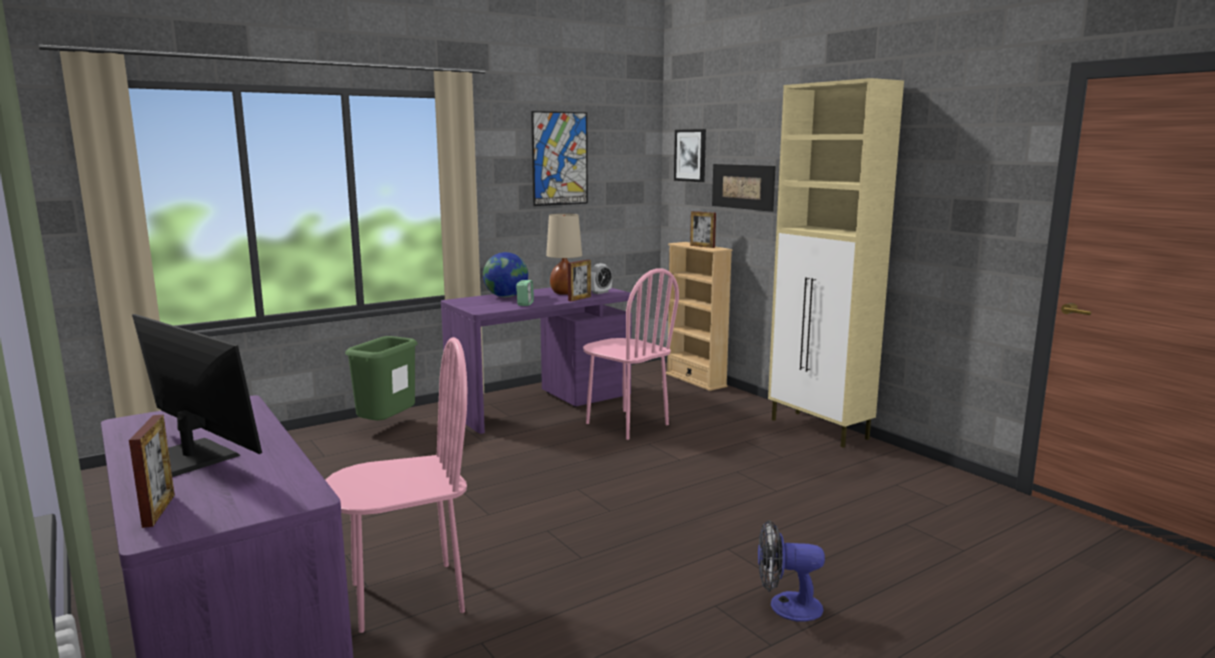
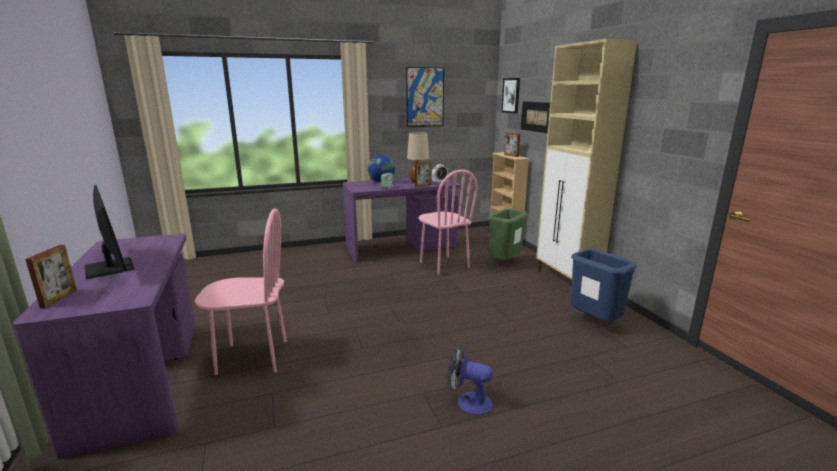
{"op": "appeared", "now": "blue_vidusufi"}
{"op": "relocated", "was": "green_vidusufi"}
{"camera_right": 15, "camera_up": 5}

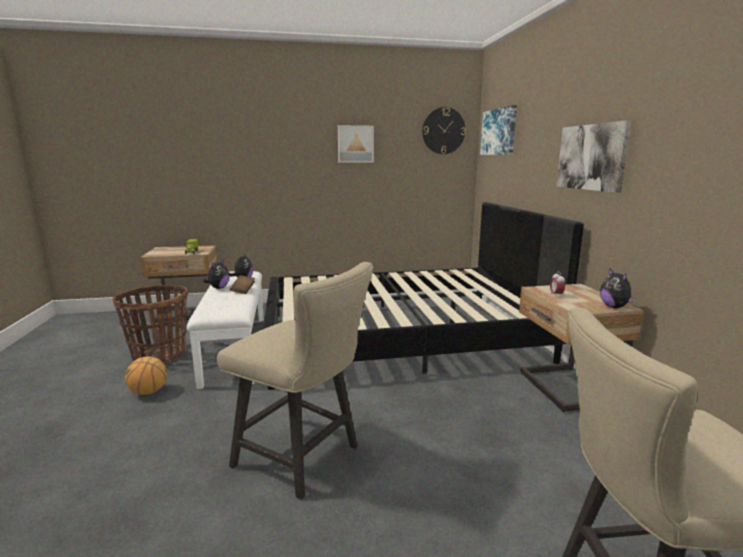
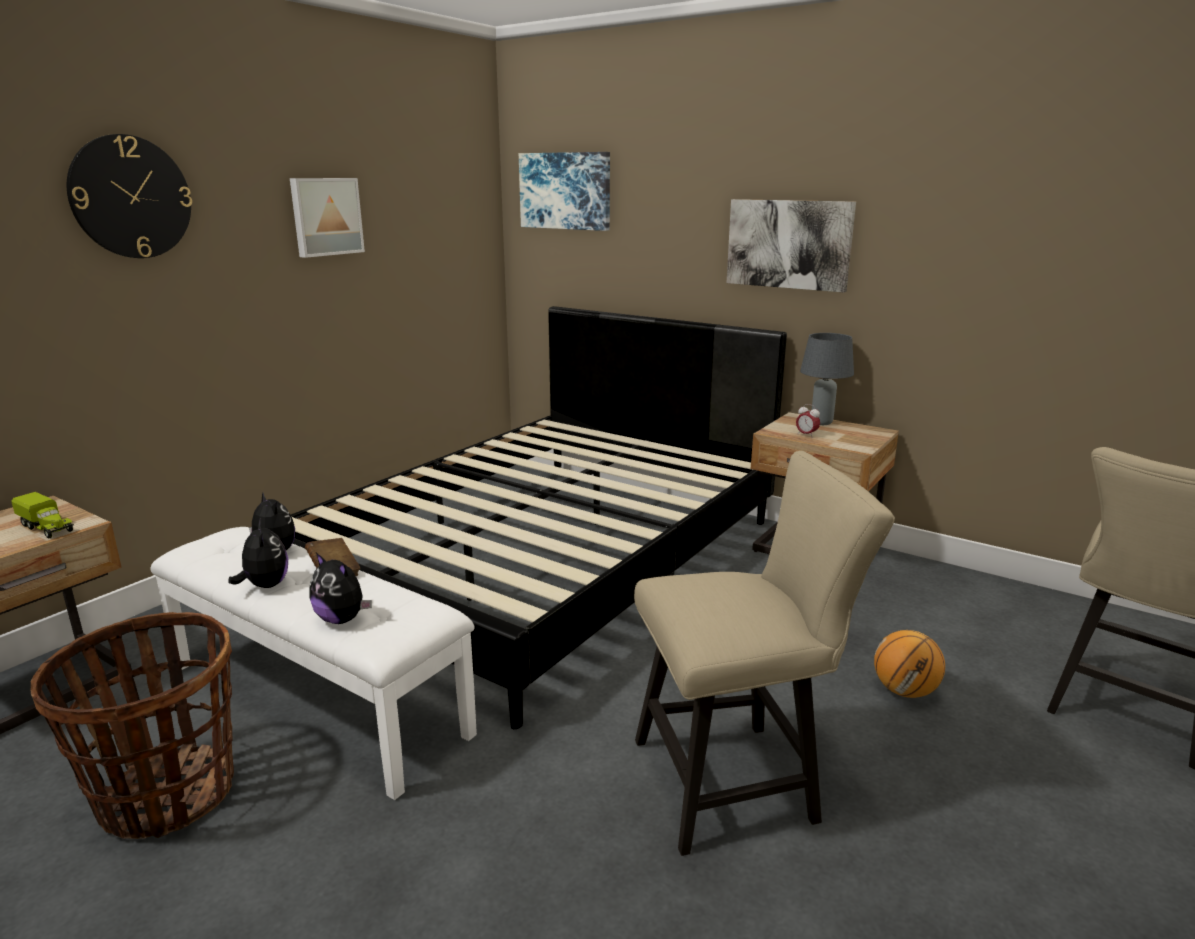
{"op": "appeared", "now": "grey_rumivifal"}
{"op": "relocated", "was": "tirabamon"}
{"op": "relocated", "was": "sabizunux"}
{"op": "relocated", "was": "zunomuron (no. 3 from left)"}
{"camera_right": -45, "camera_up": 5}

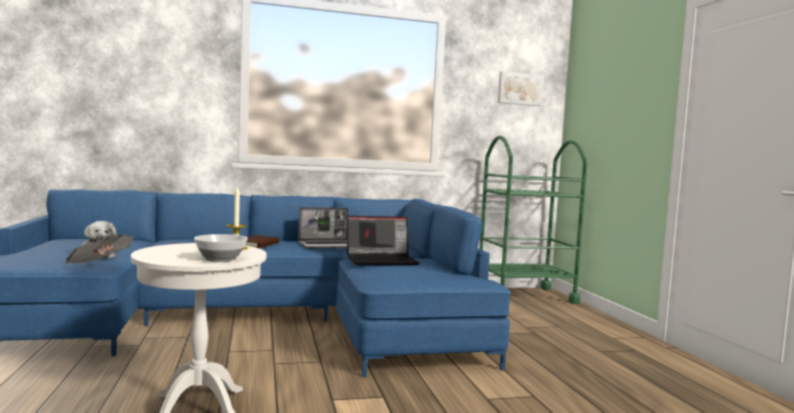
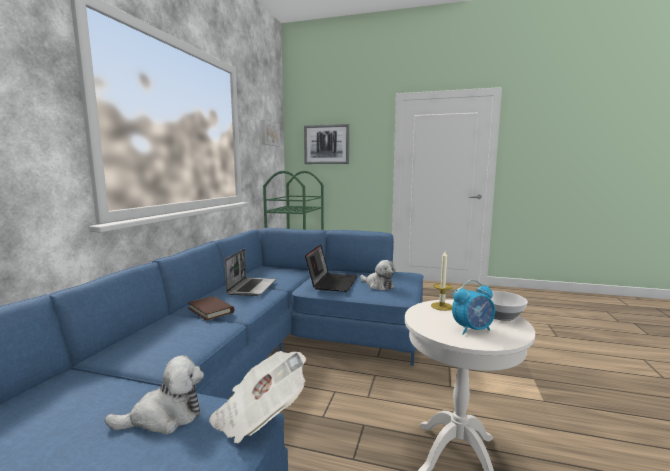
{"op": "appeared", "now": "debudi (no. 2 from left)"}
{"op": "appeared", "now": "zunomuron (no. 2 from left)"}
{"op": "appeared", "now": "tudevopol"}
{"camera_right": -60, "camera_up": 5}

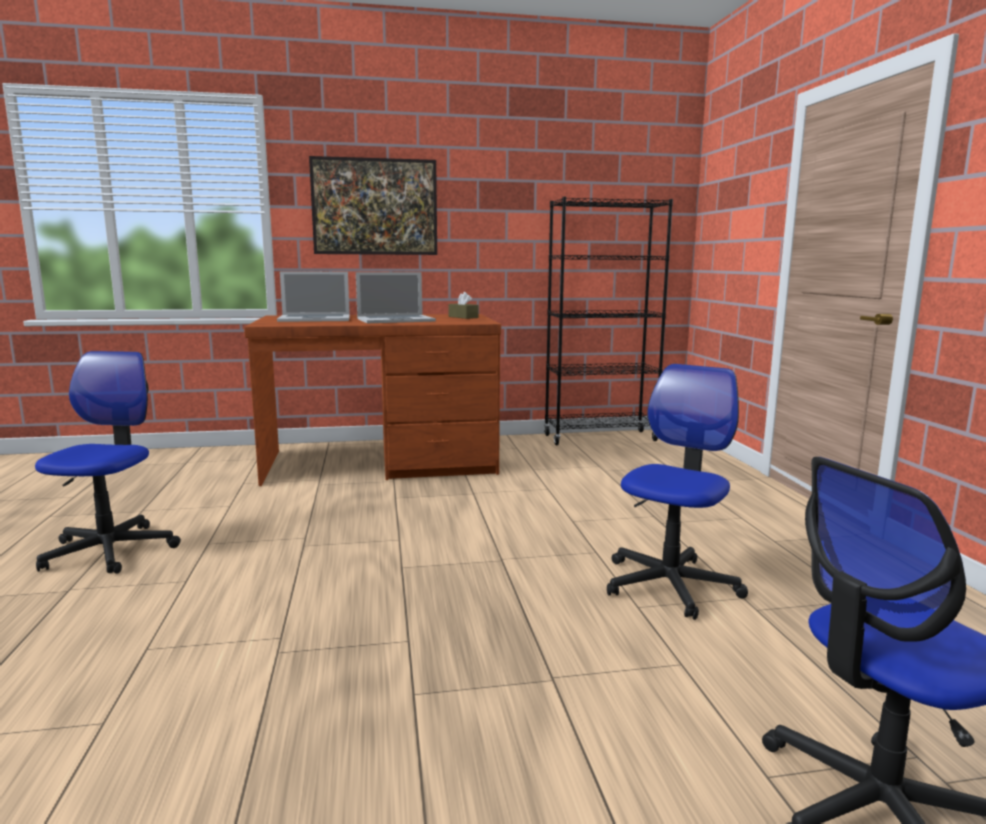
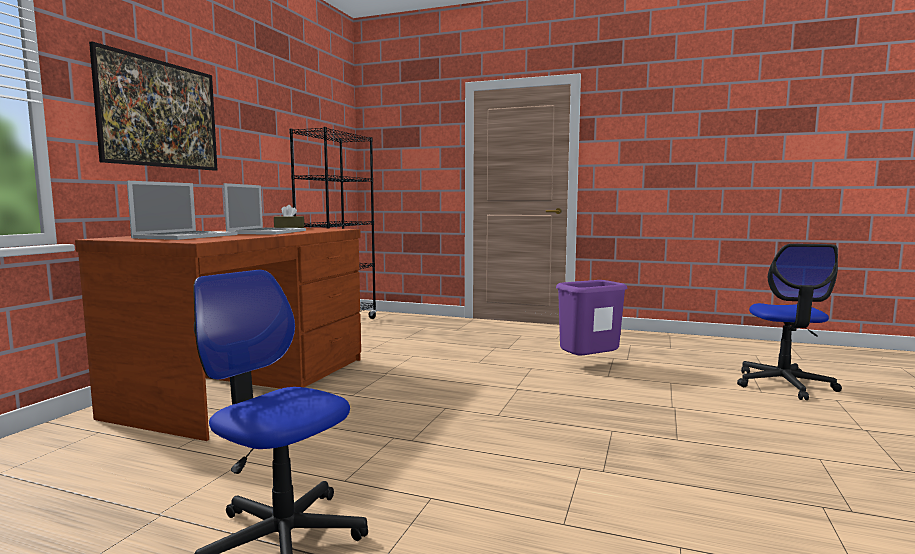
{"op": "exchanged", "was": "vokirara (no. 2 from left)", "now": "purple_vidusufi"}
{"camera_right": -60, "camera_up": -5}

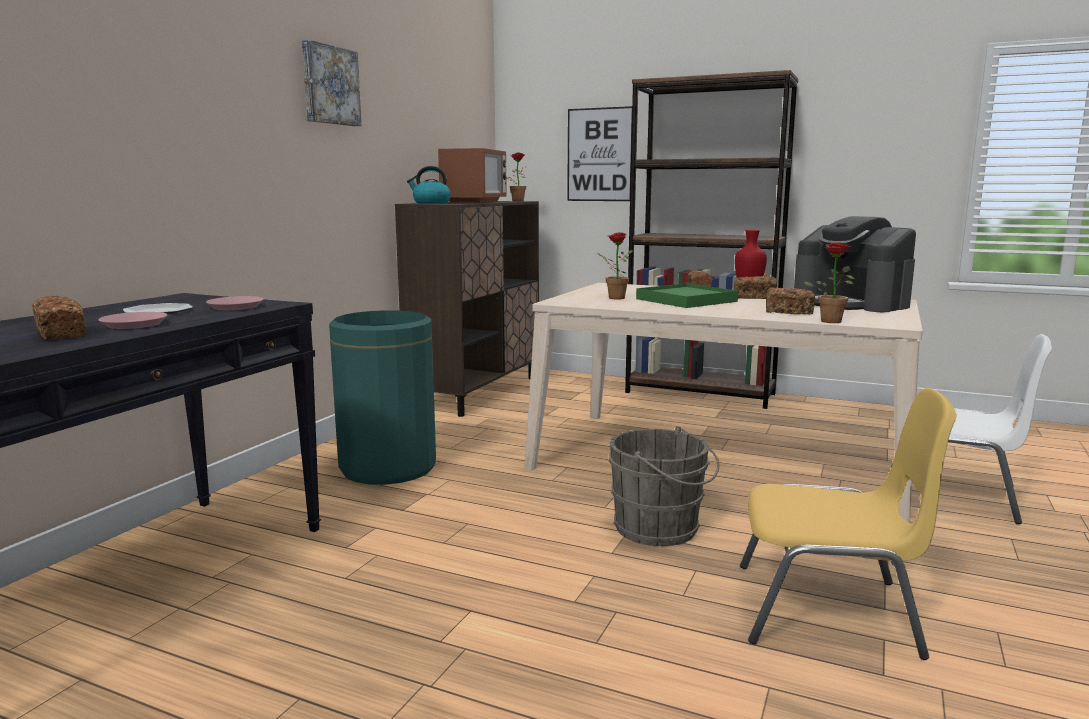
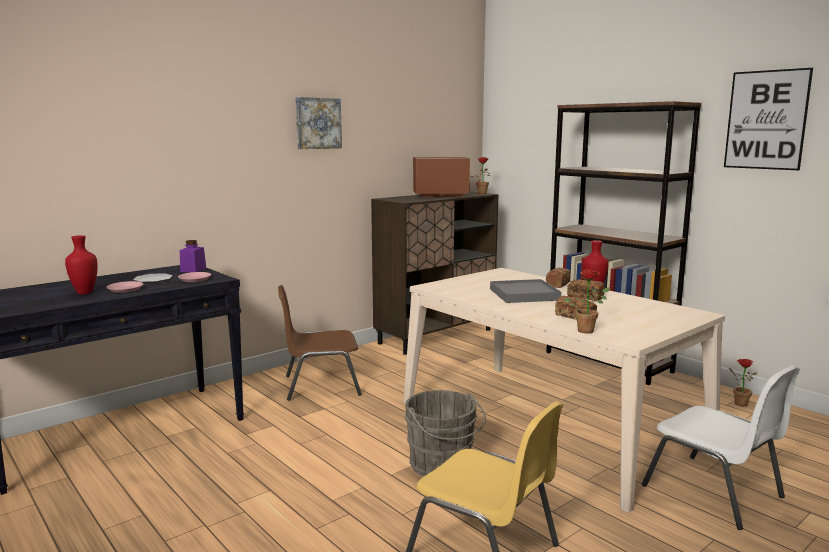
{"op": "missing", "was": "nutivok"}
{"op": "missing", "was": "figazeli"}
{"op": "appeared", "now": "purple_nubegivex"}
{"op": "relocated", "was": "debudi (no. 2 from left)"}
{"op": "relocated", "was": "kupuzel (no. 2 from left in the first image)", "now": "kupuzel (no. 3 from left)"}
{"op": "exchanged", "was": "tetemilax (no. 1 from left)", "now": "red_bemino (no. 1 from left)"}
{"op": "exchanged", "was": "green_vidusufi", "now": "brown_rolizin"}
{"op": "colour", "was": "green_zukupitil", "now": "grey_zukupitil"}
{"op": "spun", "was": "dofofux", "clockwise": -135}
{"camera_right": 25, "camera_up": 0}

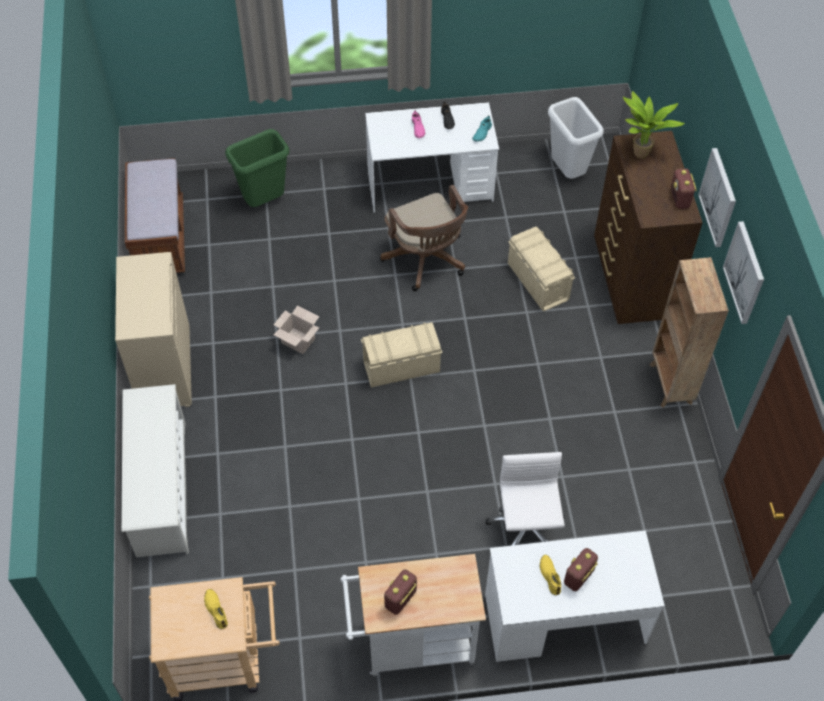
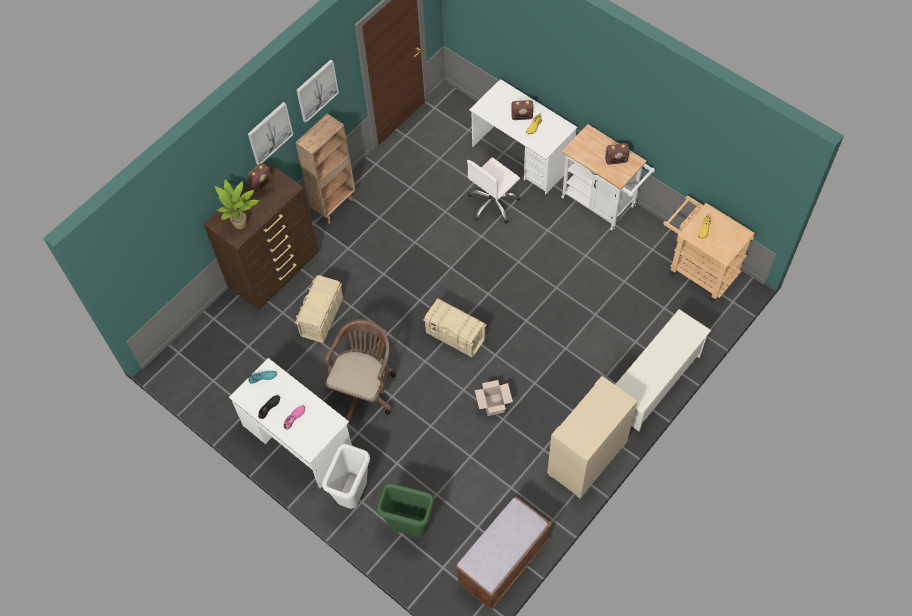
{"op": "relocated", "was": "white_vidusufi"}
{"camera_right": -130, "camera_up": 5}

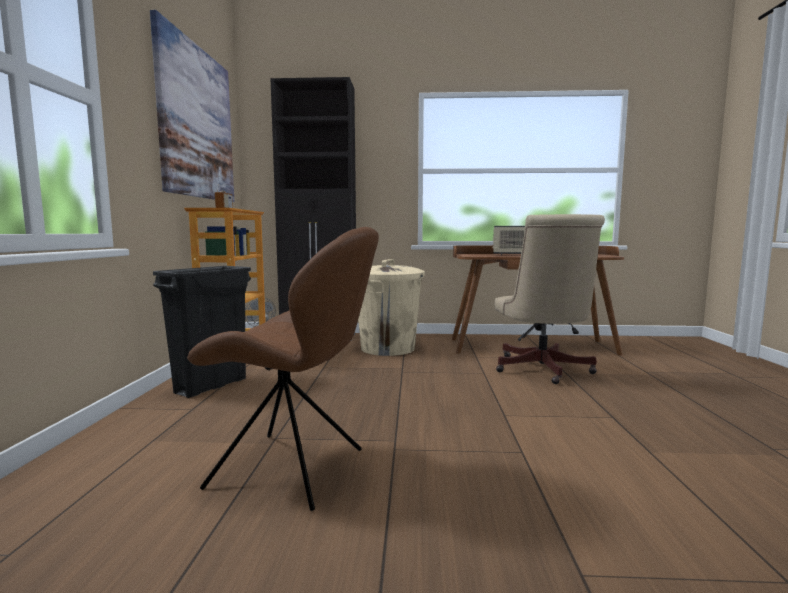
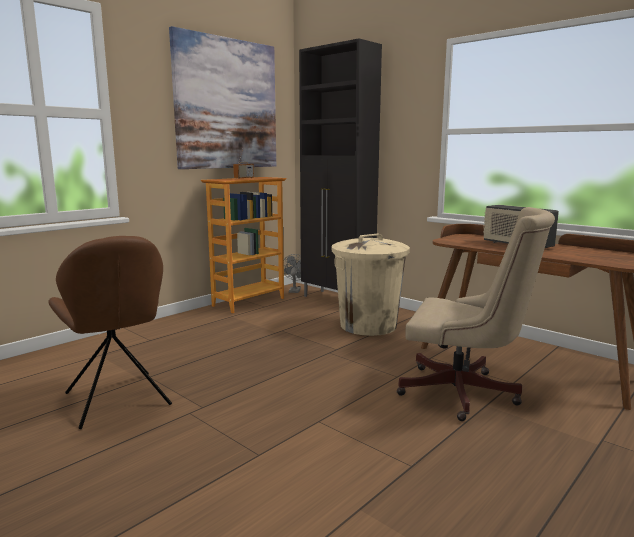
{"op": "missing", "was": "black_vidusufi"}
{"op": "spun", "was": "beige_vokirara", "clockwise": -105}
{"camera_right": 40, "camera_up": 5}

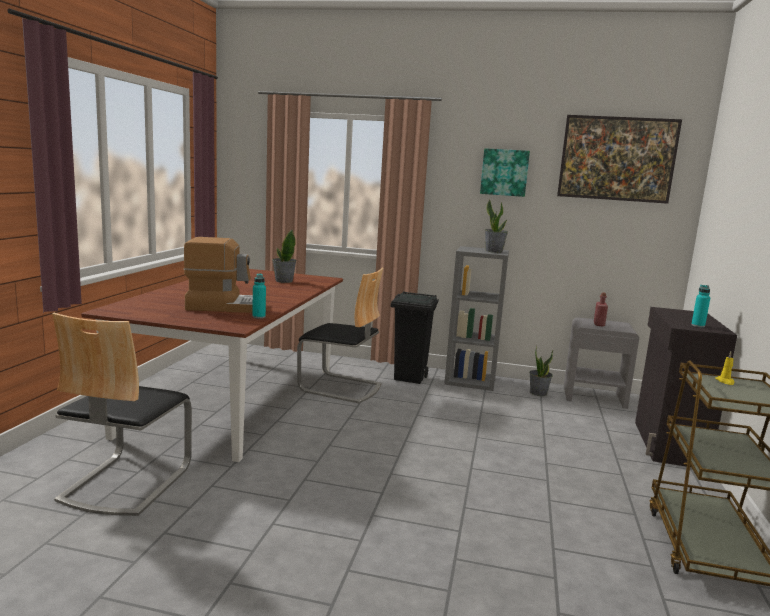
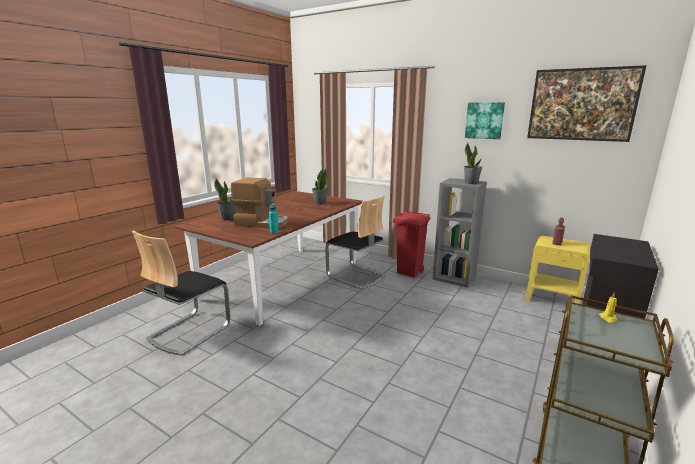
{"op": "missing", "was": "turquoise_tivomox (no. 2 from left)"}
{"op": "relocated", "was": "kupuzel (no. 3 from left in the first image)", "now": "kupuzel (no. 1 from left)"}
{"op": "colour", "was": "black_vidusufi", "now": "red_vidusufi"}
{"op": "colour", "was": "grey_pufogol", "now": "yellow_pufogol"}
{"camera_right": 20, "camera_up": 5}

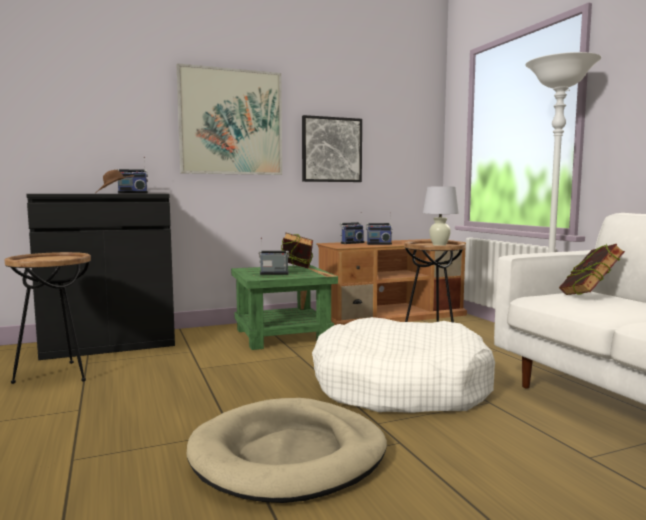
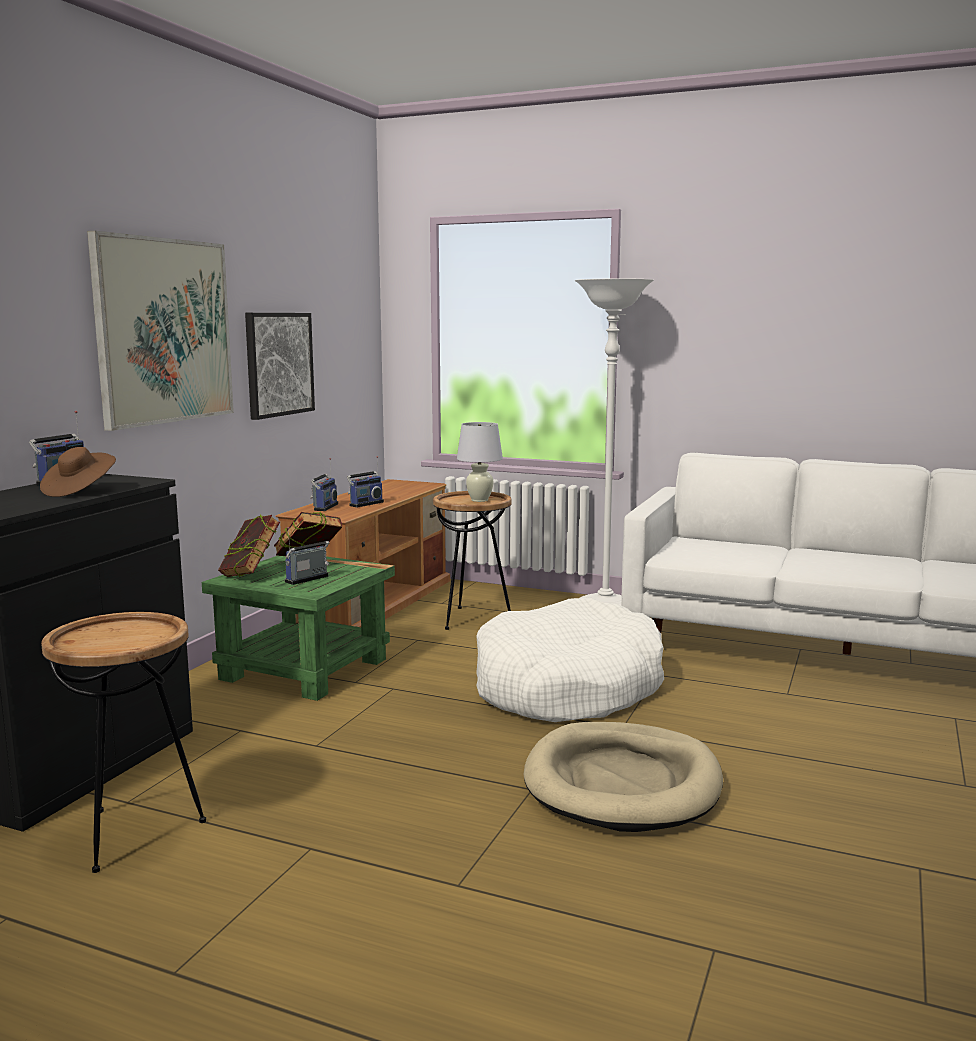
{"op": "relocated", "was": "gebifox (no. 2 from left in the first image)", "now": "gebifox (no. 1 from left)"}
{"camera_right": -45, "camera_up": 5}

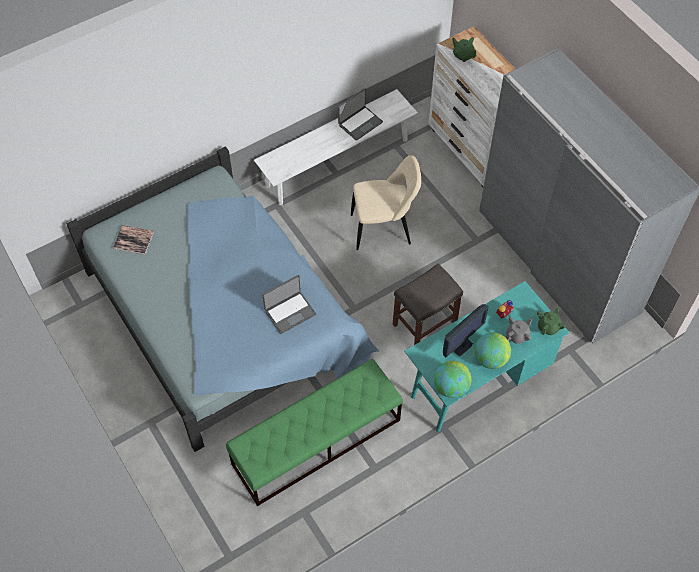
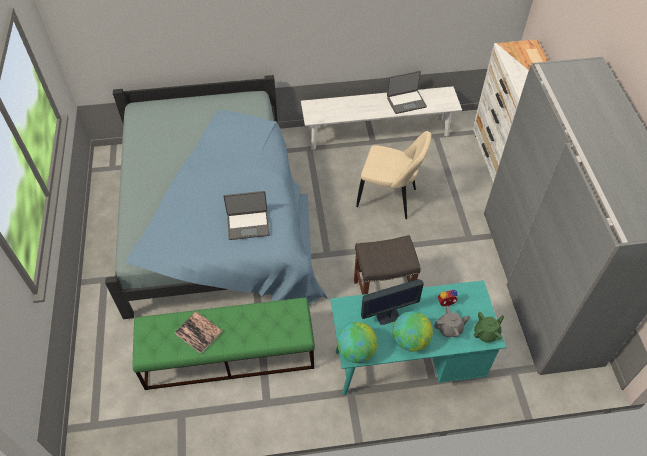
{"op": "missing", "was": "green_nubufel (no. 1 from left)"}
{"op": "relocated", "was": "gebifox"}
{"camera_right": 25, "camera_up": -5}

